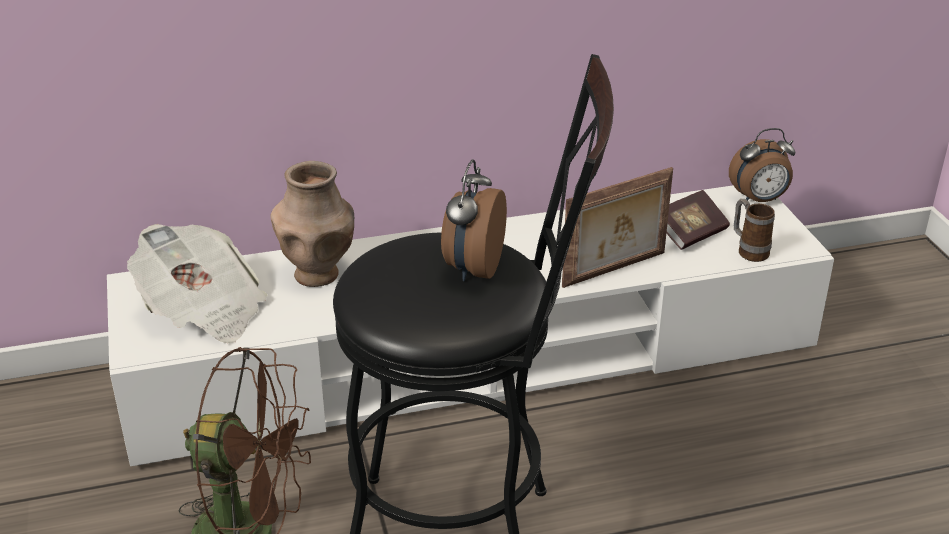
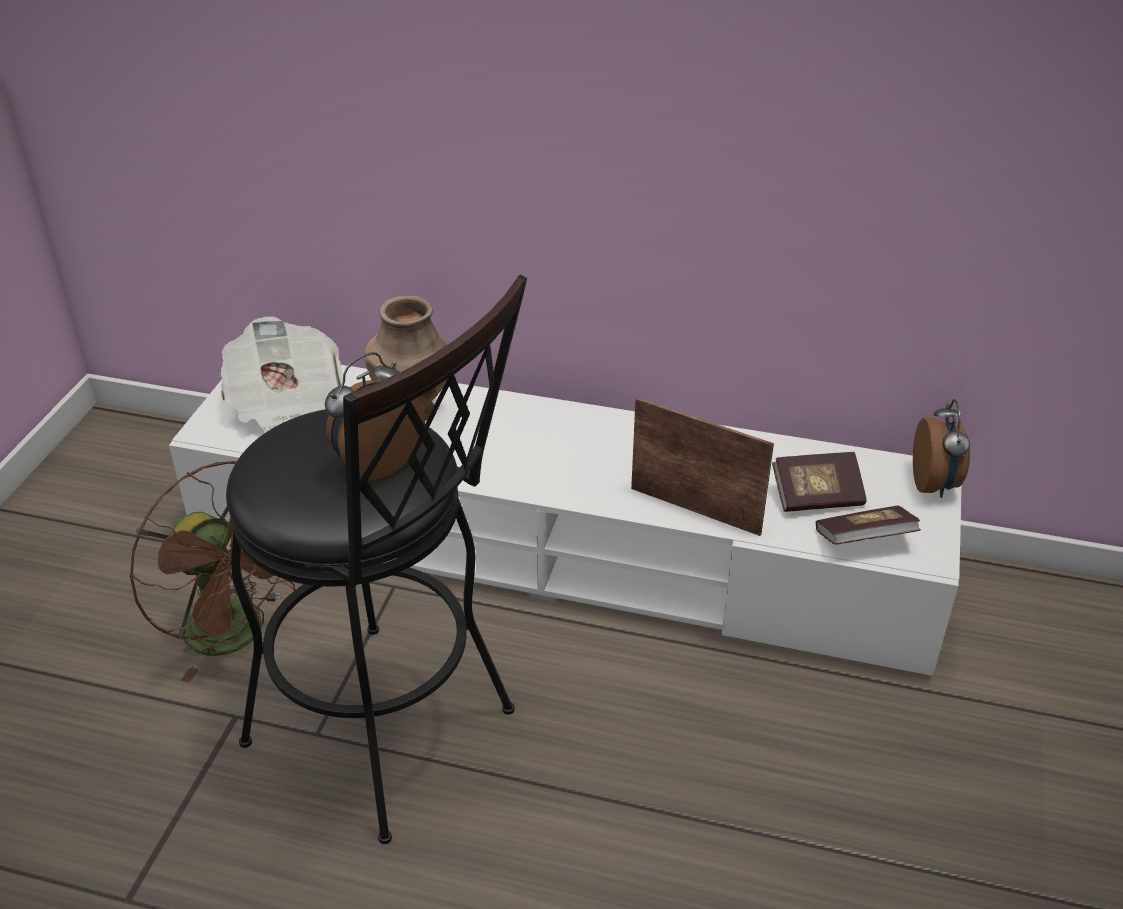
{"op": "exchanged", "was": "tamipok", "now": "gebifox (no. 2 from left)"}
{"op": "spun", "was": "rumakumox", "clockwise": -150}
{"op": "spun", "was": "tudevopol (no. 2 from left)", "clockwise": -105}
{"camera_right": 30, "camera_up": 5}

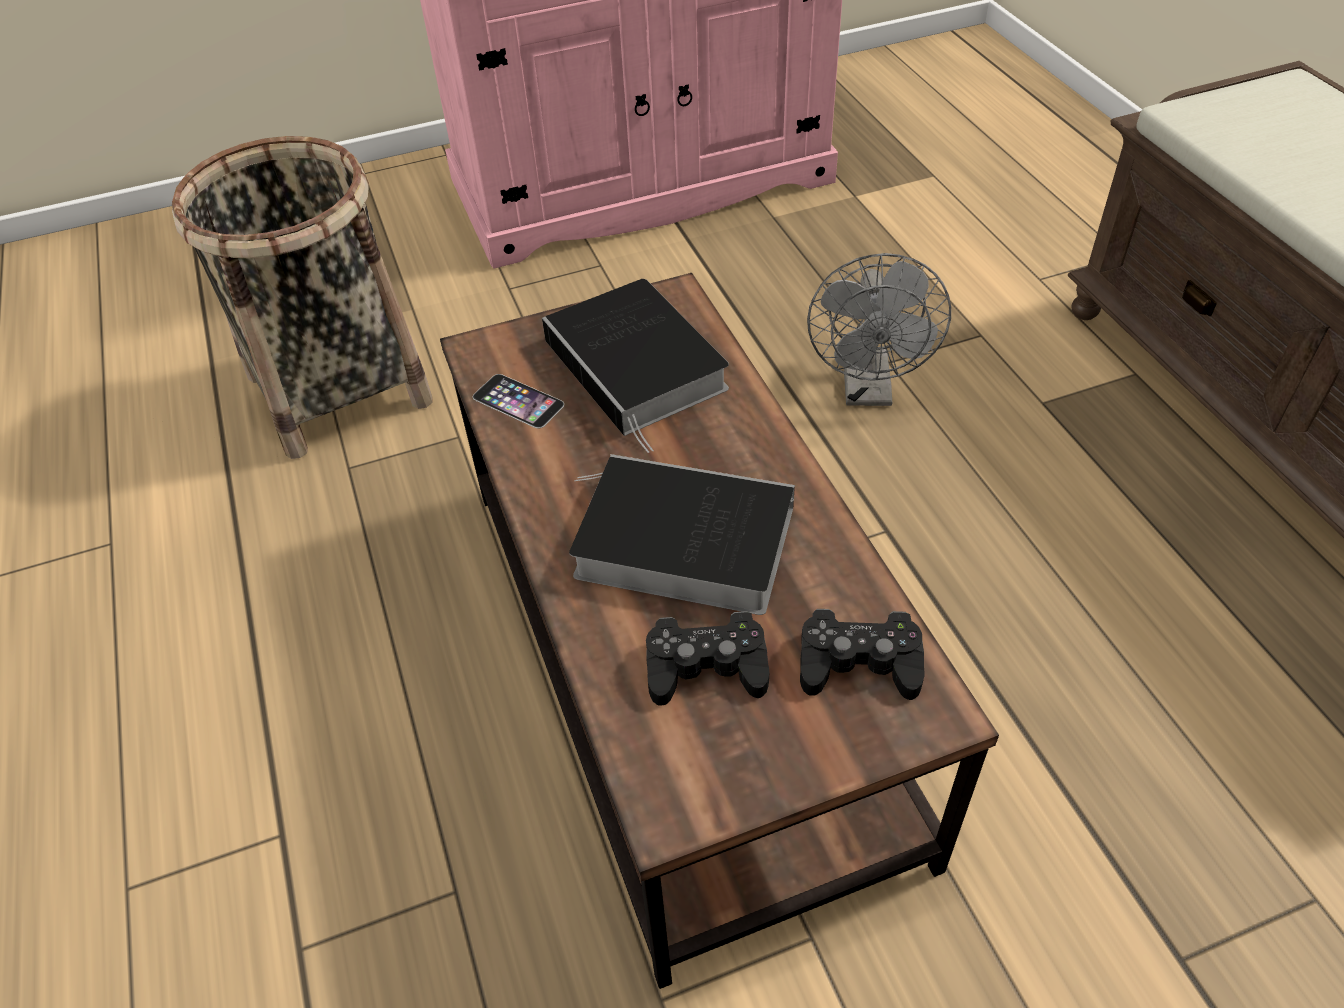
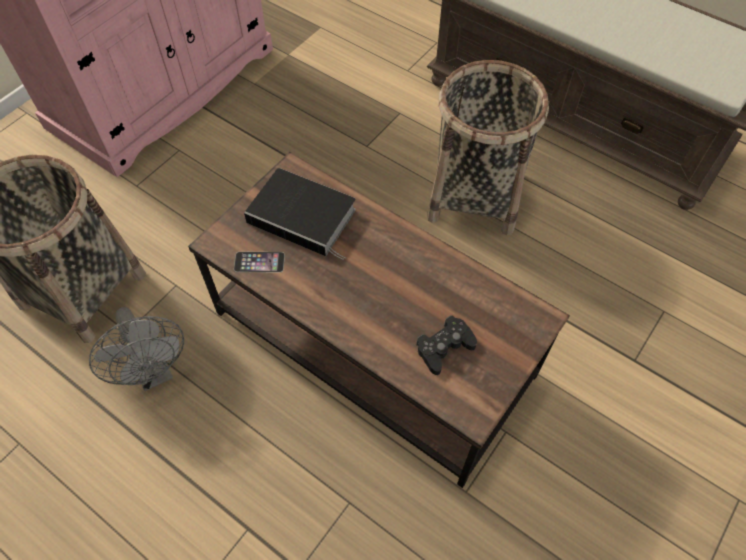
{"op": "missing", "was": "gebifox (no. 2 from left)"}
{"op": "missing", "was": "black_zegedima (no. 2 from left)"}
{"op": "appeared", "now": "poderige (no. 2 from left)"}
{"op": "relocated", "was": "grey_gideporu"}
{"camera_right": -35, "camera_up": 10}

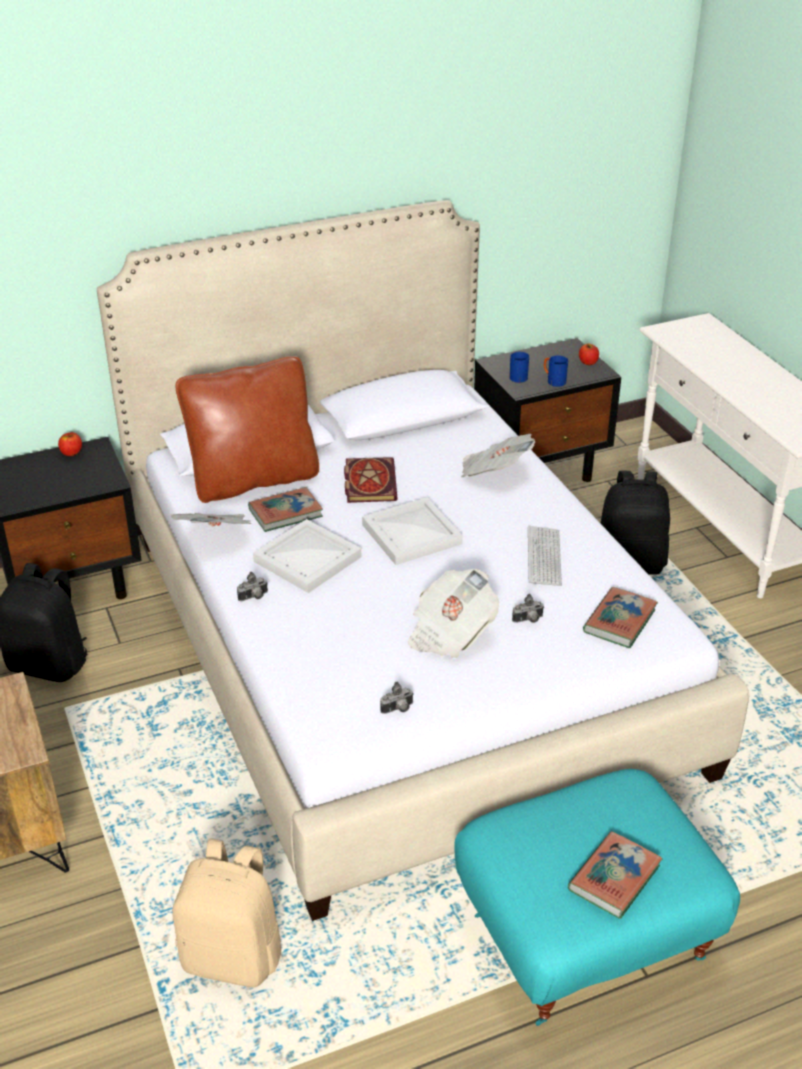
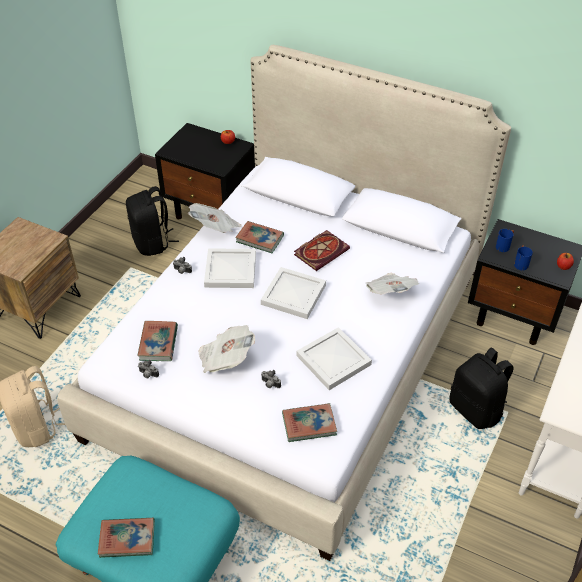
{"op": "missing", "was": "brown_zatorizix"}
{"op": "appeared", "now": "gebifox (no. 2 from left)"}
{"op": "exchanged", "was": "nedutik", "now": "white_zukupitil (no. 3 from left)"}
{"camera_right": 50, "camera_up": 10}

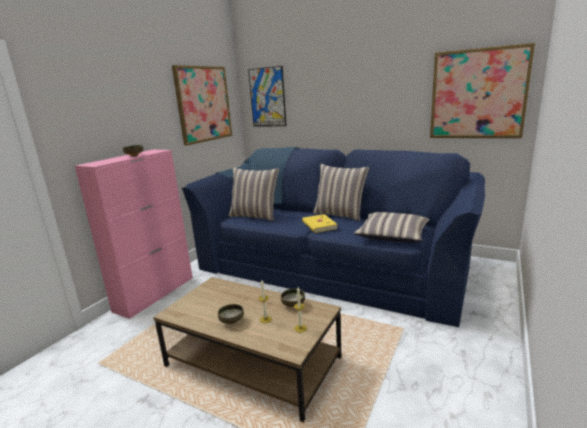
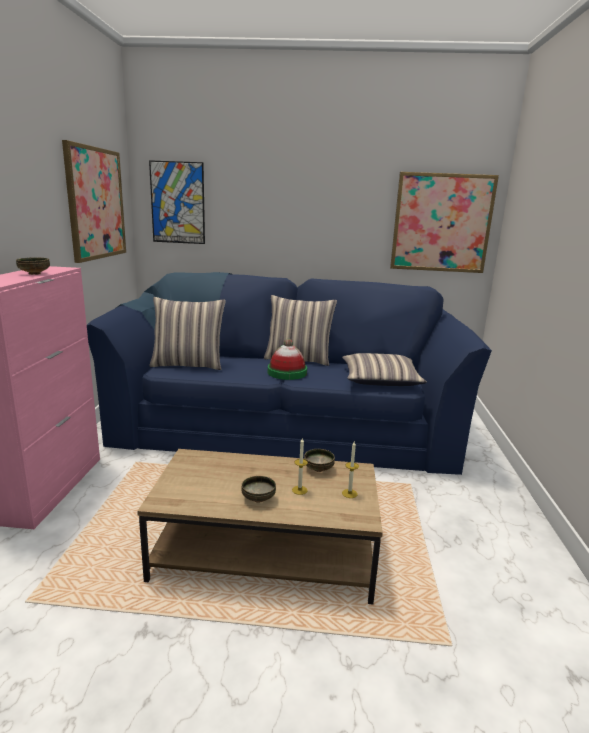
{"op": "exchanged", "was": "yellow_gebifox", "now": "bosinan"}
{"camera_right": -25, "camera_up": 0}

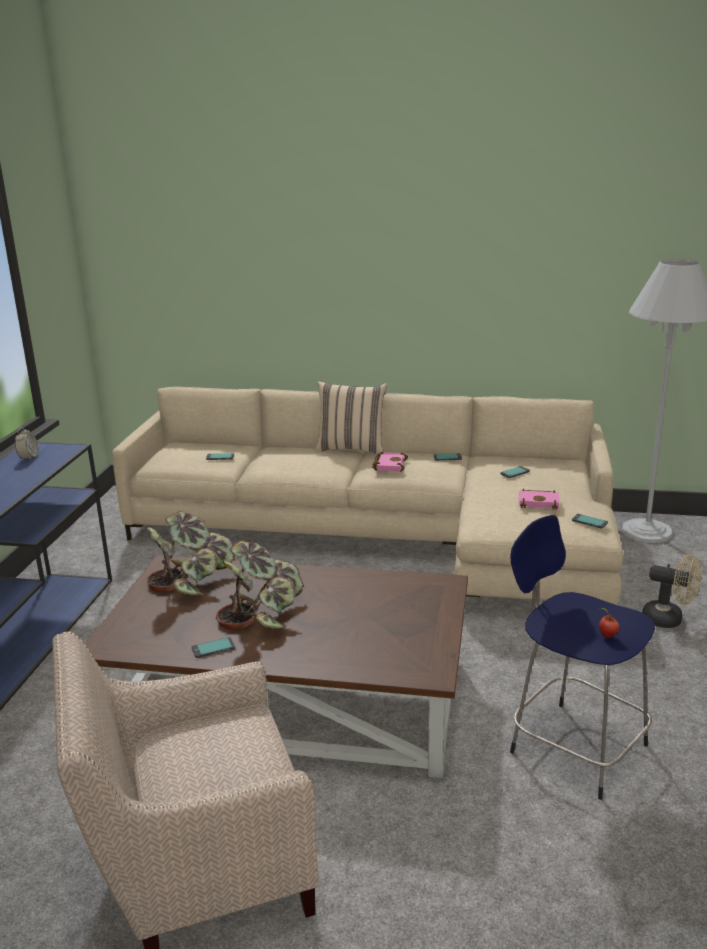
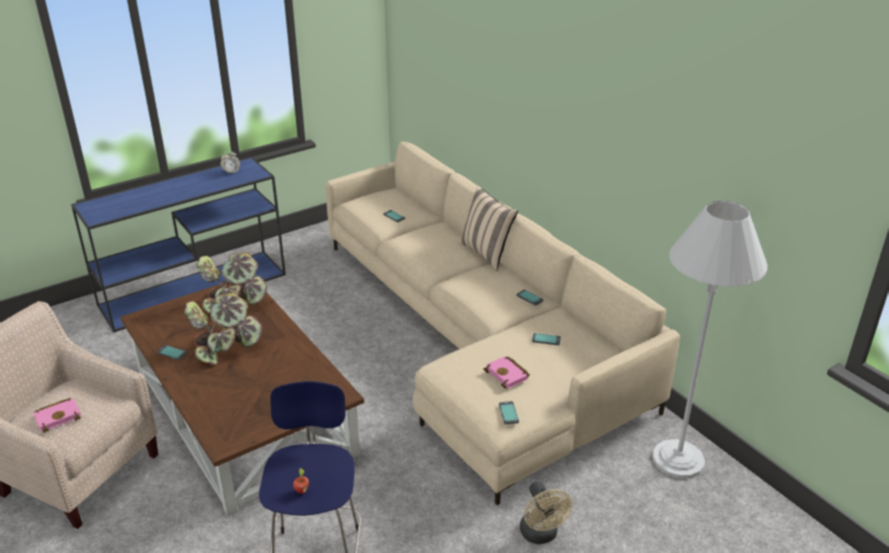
{"op": "relocated", "was": "pink_gebifox (no. 1 from left)"}
{"camera_right": 45, "camera_up": 10}

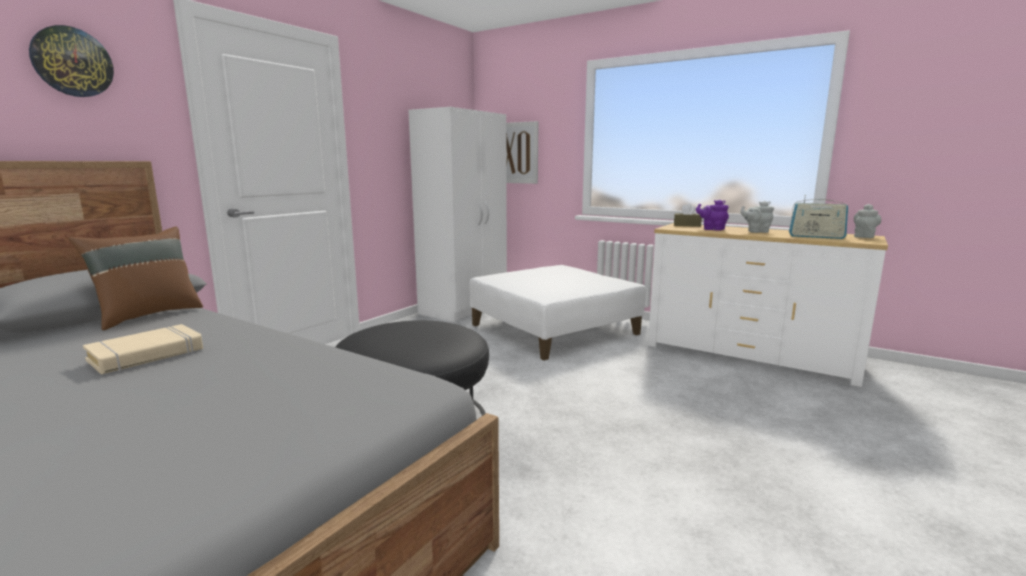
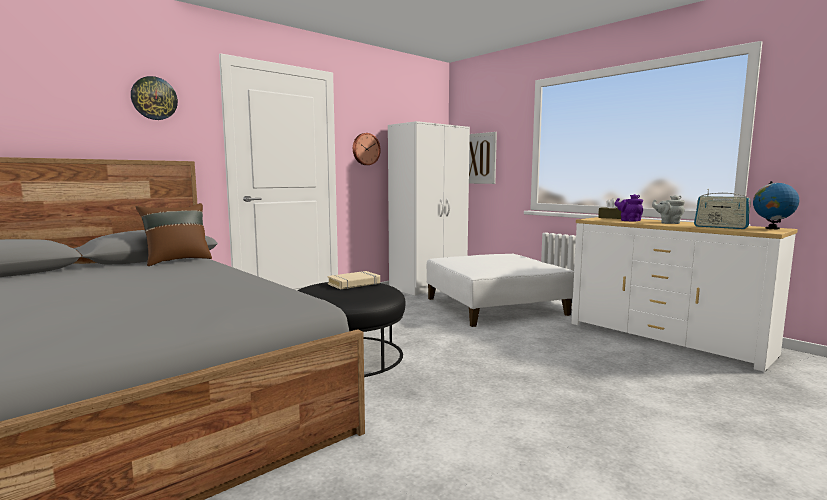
{"op": "appeared", "now": "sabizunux (no. 2 from left)"}
{"op": "relocated", "was": "beige_gebifox"}
{"op": "exchanged", "was": "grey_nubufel (no. 2 from left)", "now": "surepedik"}
{"camera_right": 15, "camera_up": -5}

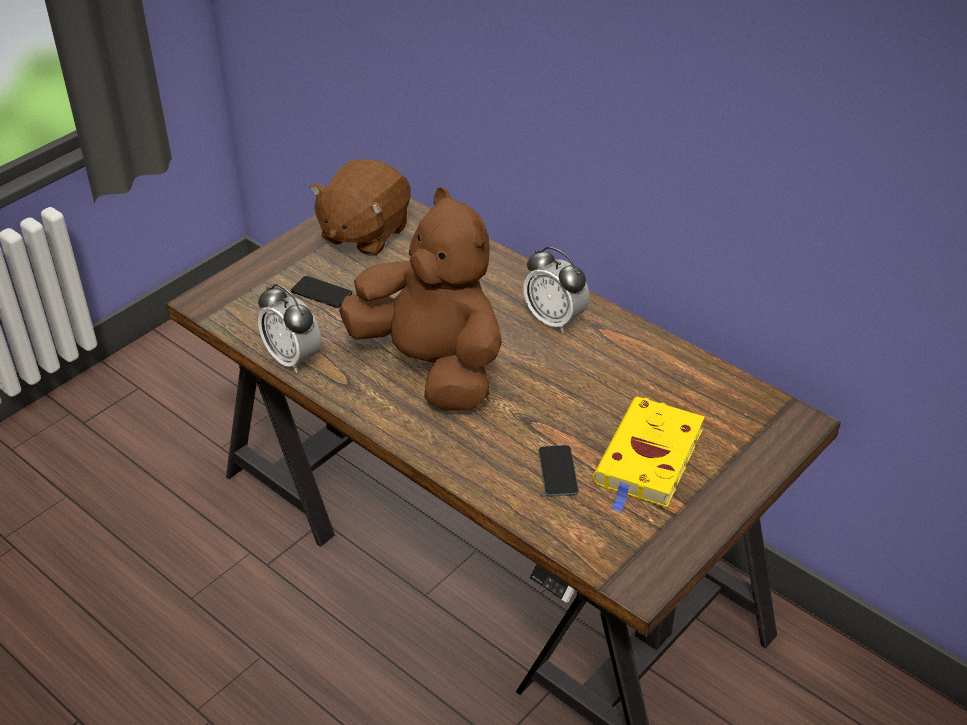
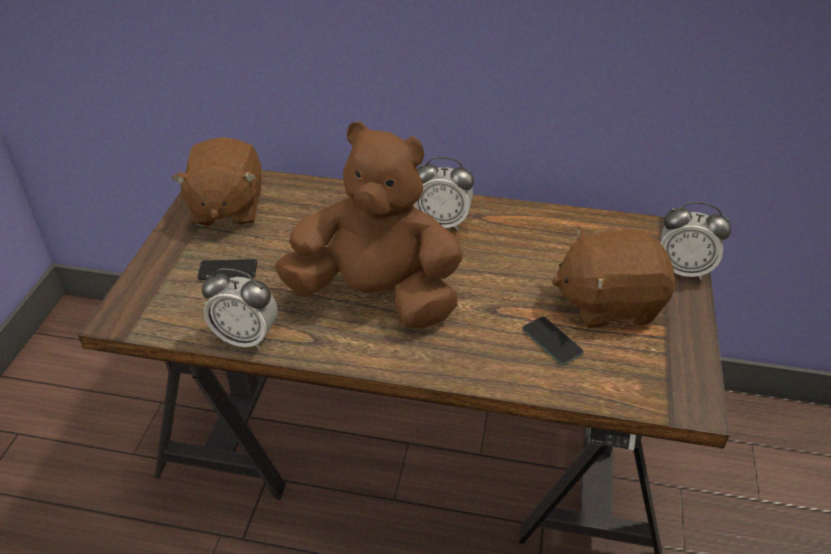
{"op": "appeared", "now": "tudevopol (no. 3 from left)"}
{"op": "exchanged", "was": "yellow_gebifox", "now": "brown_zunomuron (no. 3 from left)"}
{"camera_right": -30, "camera_up": 0}

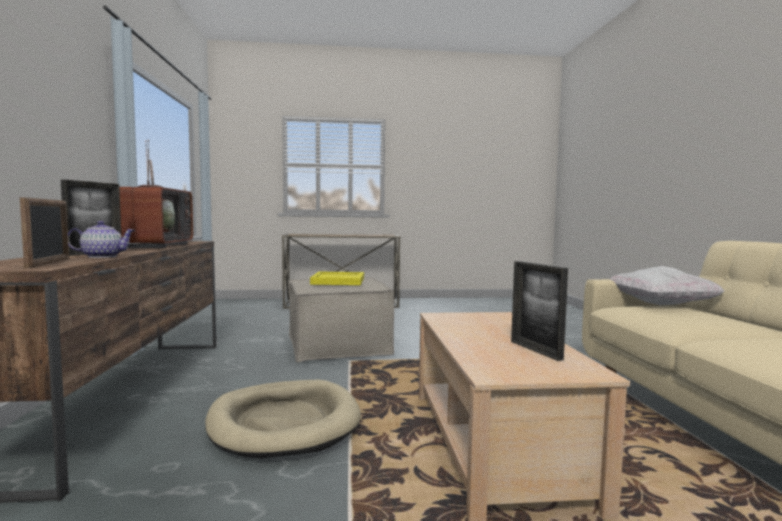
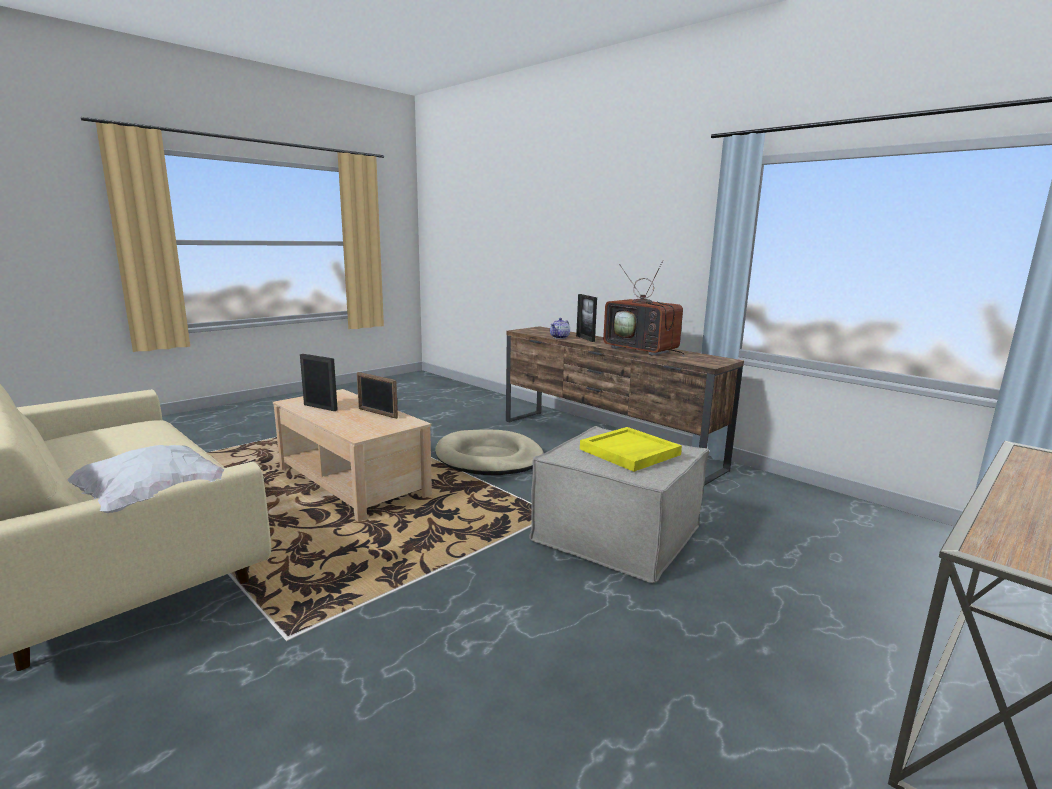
{"op": "relocated", "was": "rumakumox (no. 1 from left in the first image)", "now": "rumakumox (no. 2 from left)"}
{"camera_right": 140, "camera_up": 10}

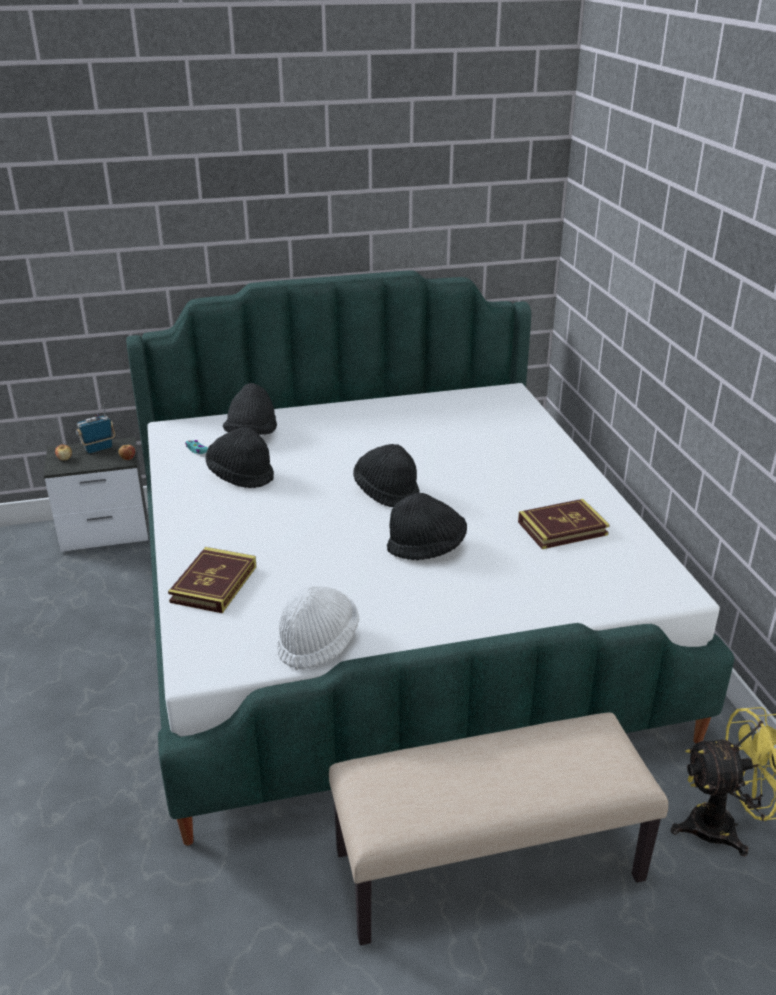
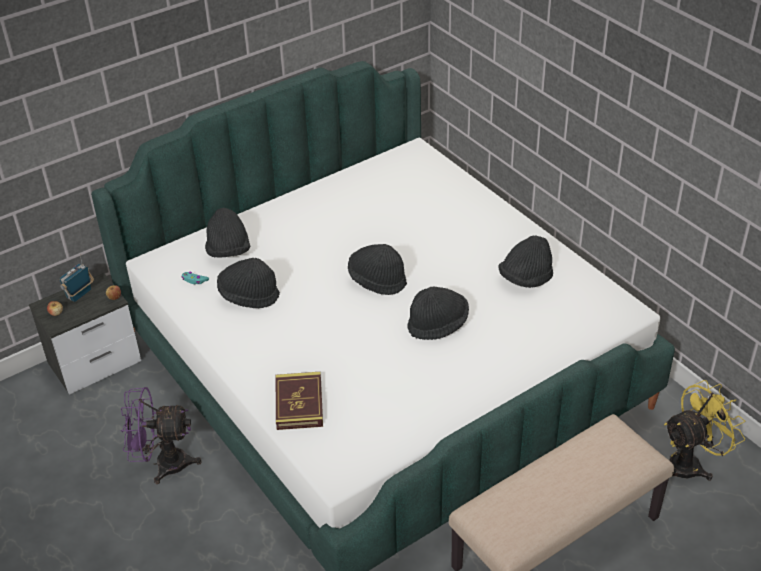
{"op": "missing", "was": "white_bosinan"}
{"op": "appeared", "now": "purple_gideporu"}
{"op": "exchanged", "was": "gebifox (no. 2 from left)", "now": "black_bosinan (no. 5 from left)"}
{"camera_right": -20, "camera_up": 10}

